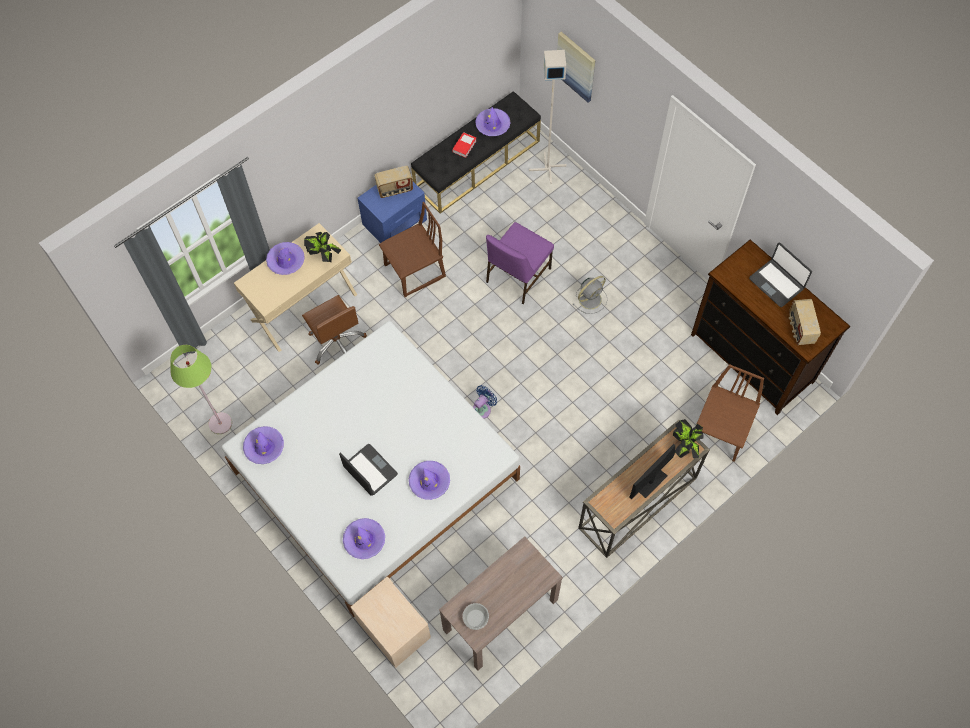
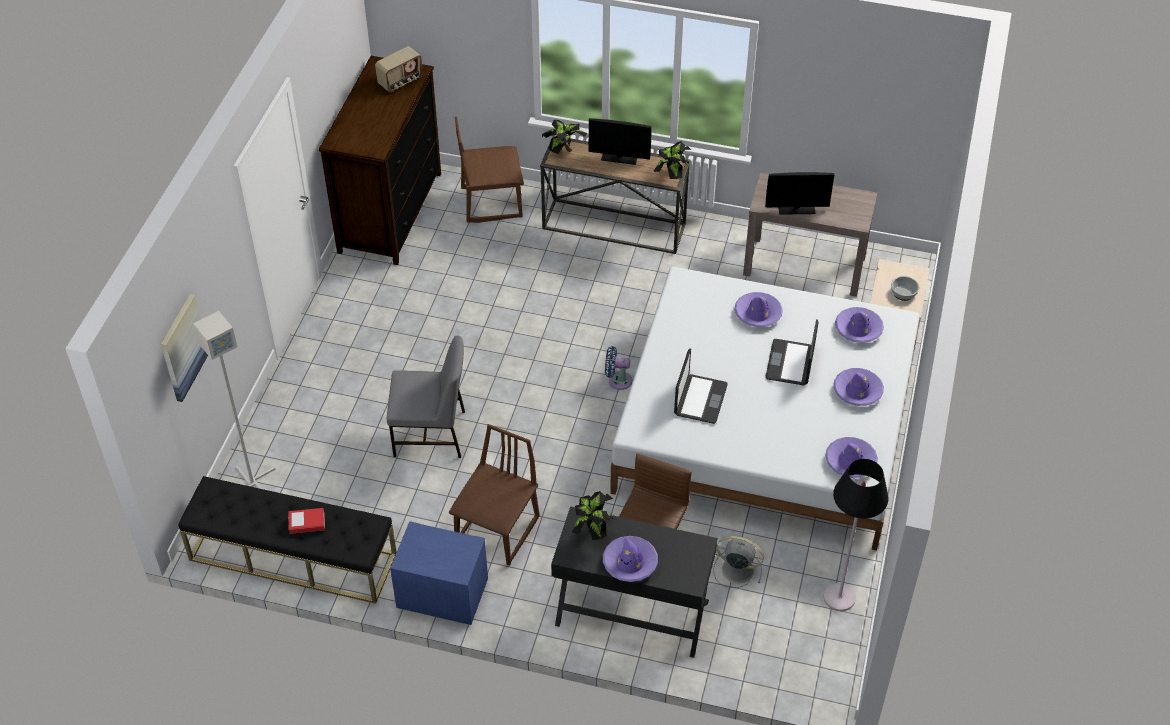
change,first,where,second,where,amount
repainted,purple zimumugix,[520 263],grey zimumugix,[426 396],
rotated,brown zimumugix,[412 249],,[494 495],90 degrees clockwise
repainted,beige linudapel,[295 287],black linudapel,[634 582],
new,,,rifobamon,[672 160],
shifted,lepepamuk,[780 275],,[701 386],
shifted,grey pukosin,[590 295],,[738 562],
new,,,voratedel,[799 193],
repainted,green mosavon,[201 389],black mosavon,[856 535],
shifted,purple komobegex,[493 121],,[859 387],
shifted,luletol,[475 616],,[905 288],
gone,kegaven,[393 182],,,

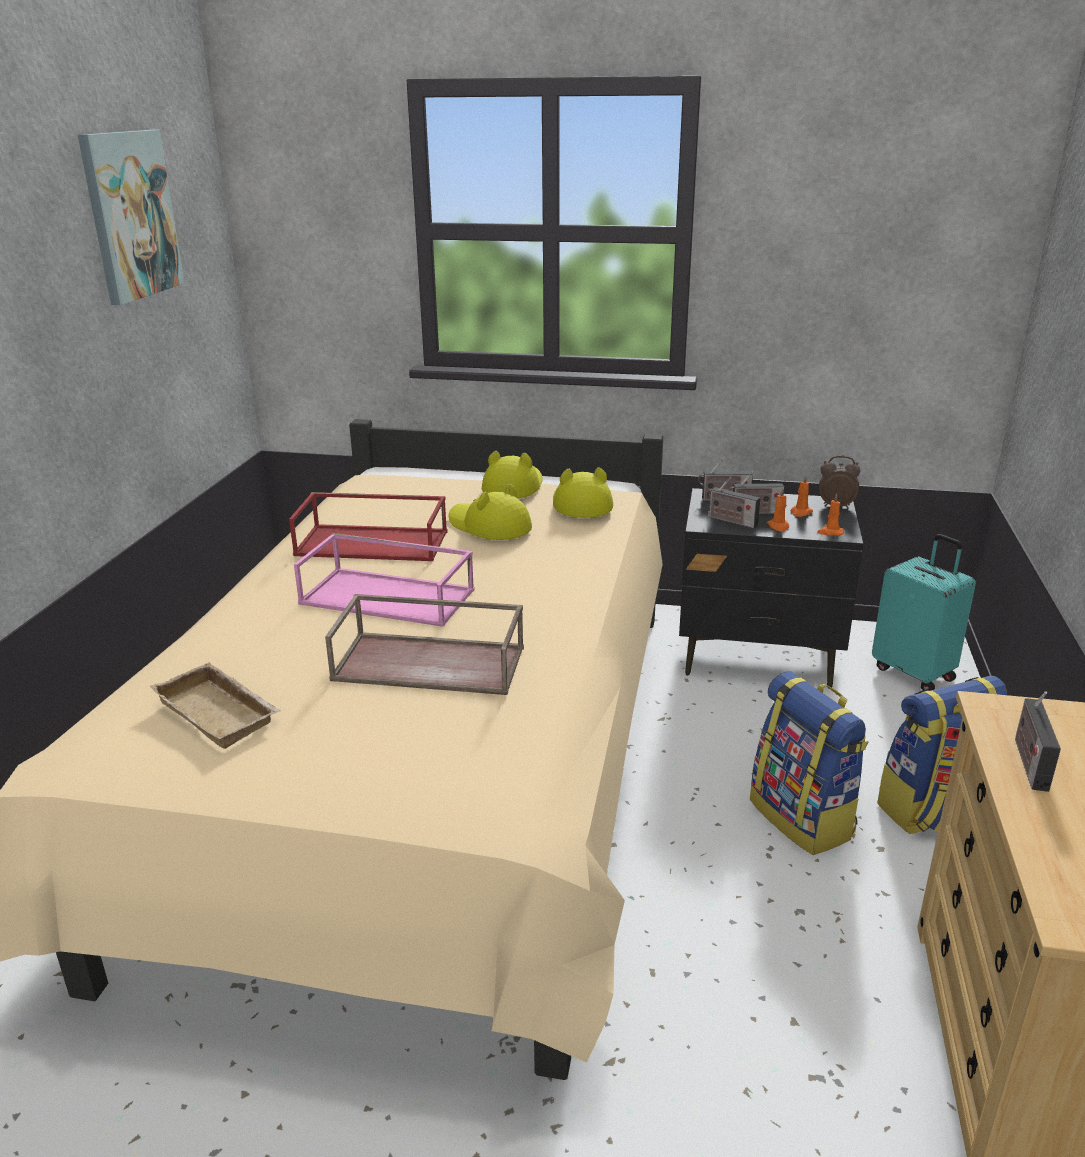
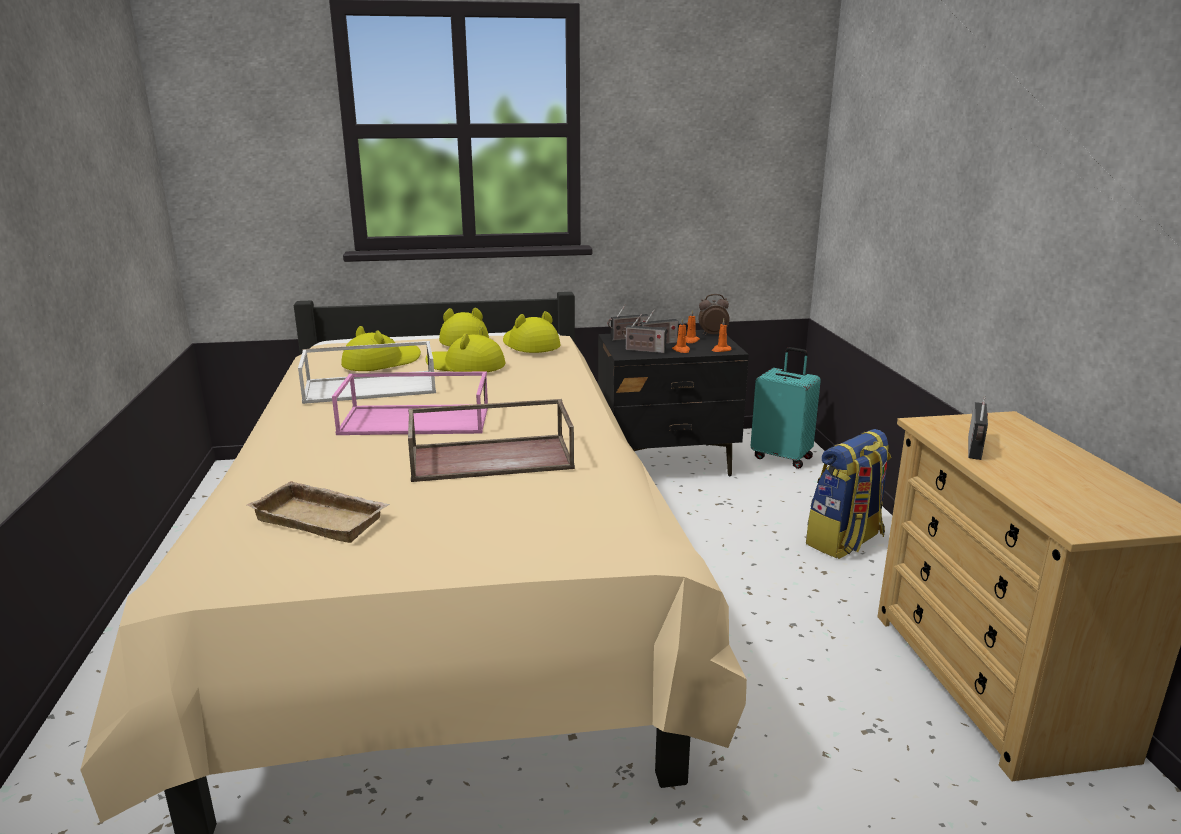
change,first,where,second,where,amount
repainted,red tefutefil,[368 526],white tefutefil,[367 372],
new,,,yellow komobegex,[381 348],
rotated,kegaven,[1038 741],,[978 428],150 degrees counterclockwise
gone,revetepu,[131 217],,,
gone,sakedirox,[809 763],,,

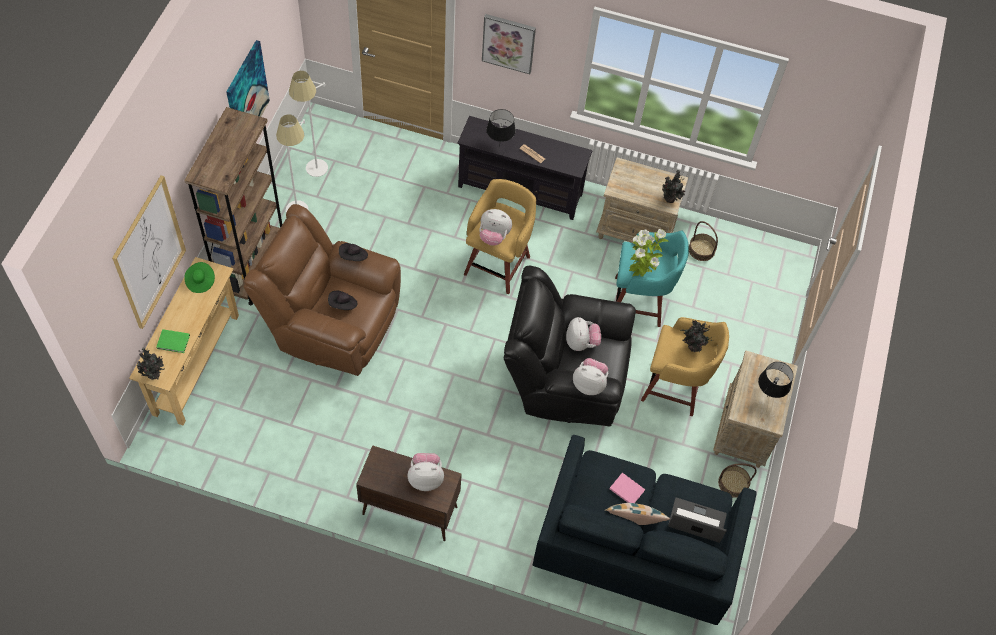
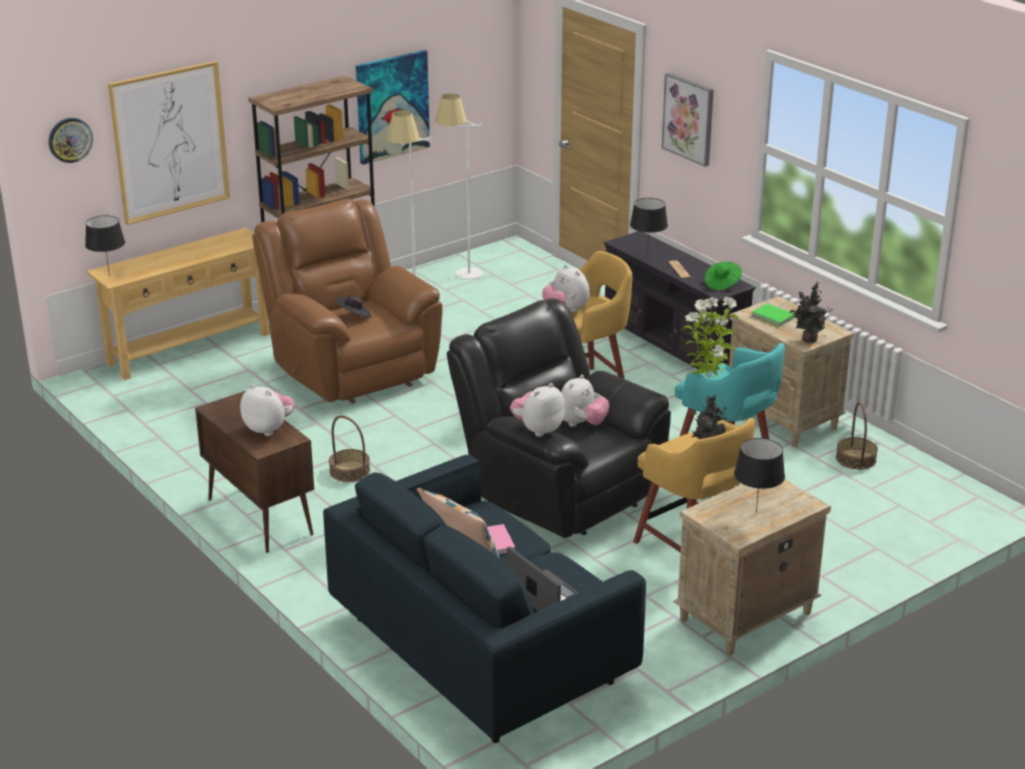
change,first,where,second,where,amount
new,,,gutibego,[70 140],
swapped,rifobamon,[150 363],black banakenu,[105 245],
shifted,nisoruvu,[737 481],,[349 448],
rotated,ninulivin,[590 376],,[537 410],105 degrees counterclockwise
shifted,green komobegex,[199 277],,[723 276],
shifted,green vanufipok,[173 341],,[773 315],
gone,black komobegex,[353 252],,,

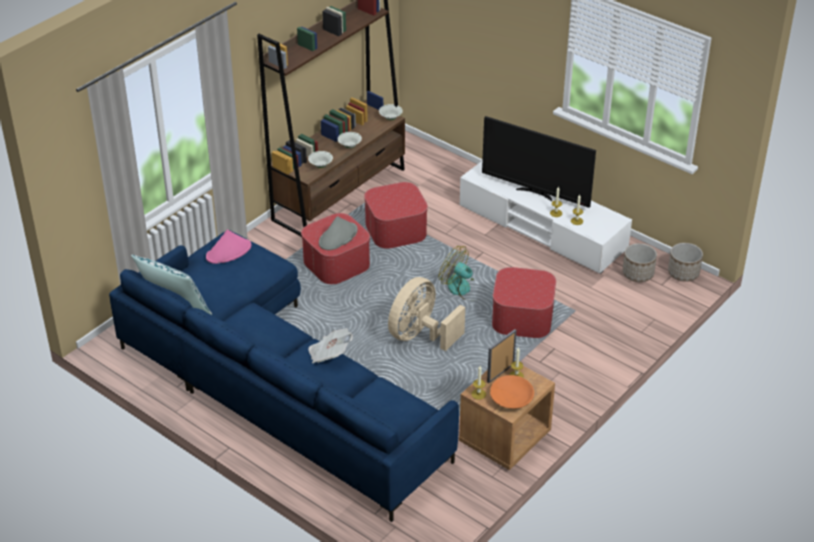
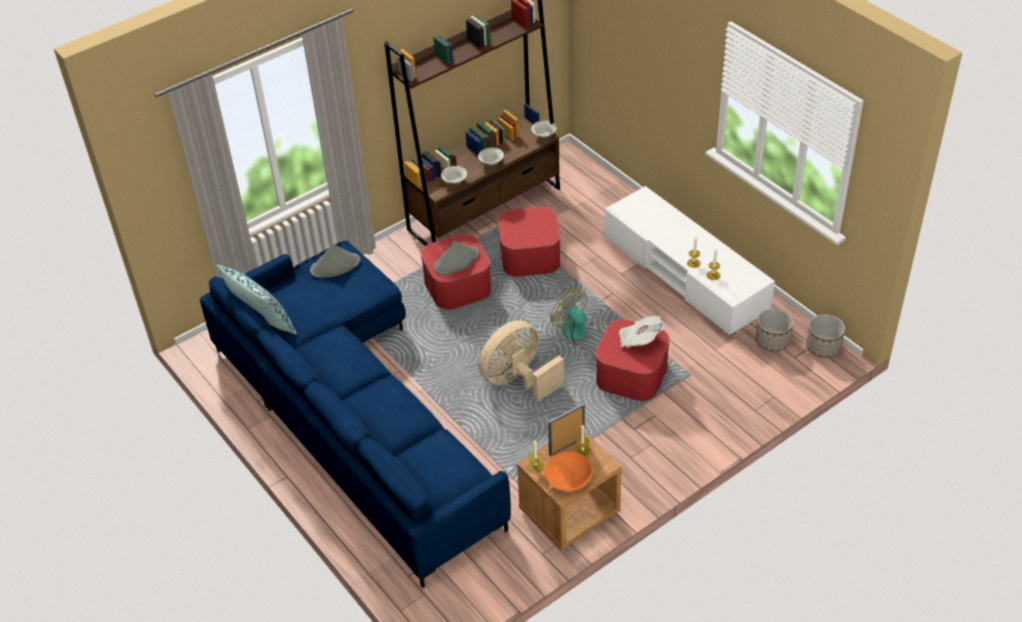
change,first,where,second,where,amount
repainted,pink komobegex,[229 246],grey komobegex,[335 261],
shifted,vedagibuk,[330 345],,[641 331],
gone,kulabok,[539 162],,,

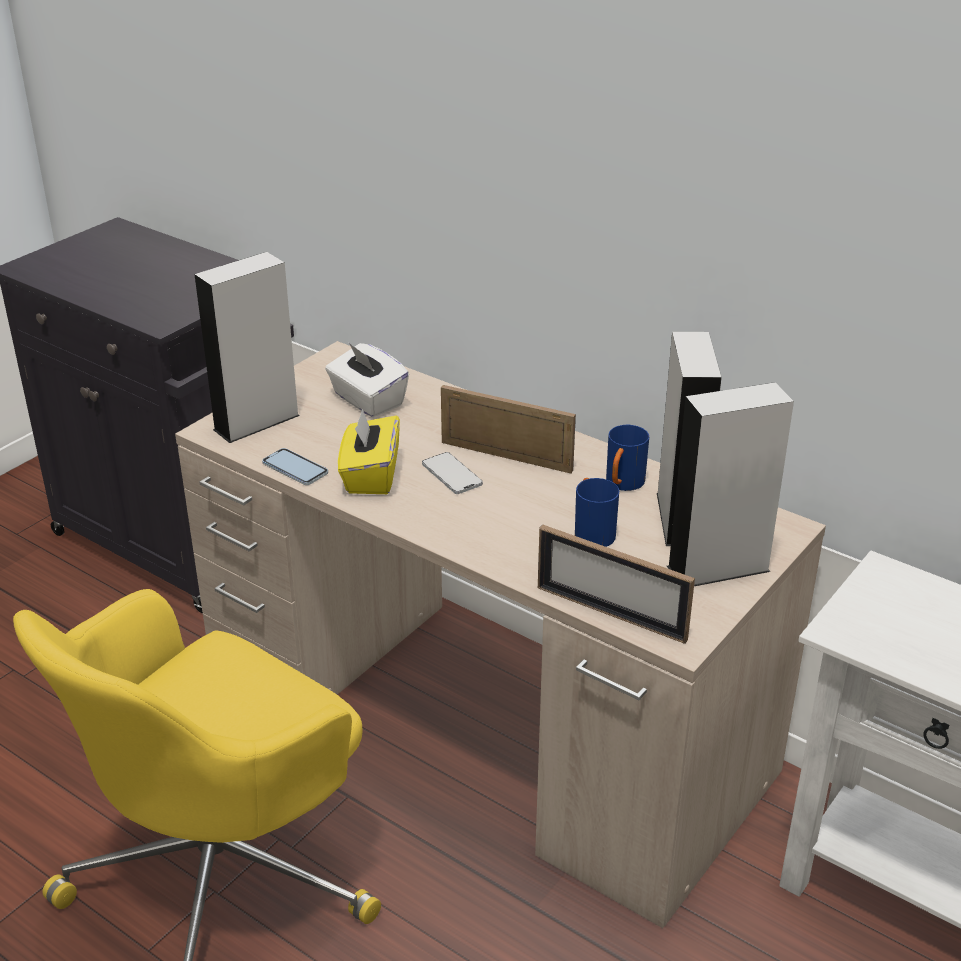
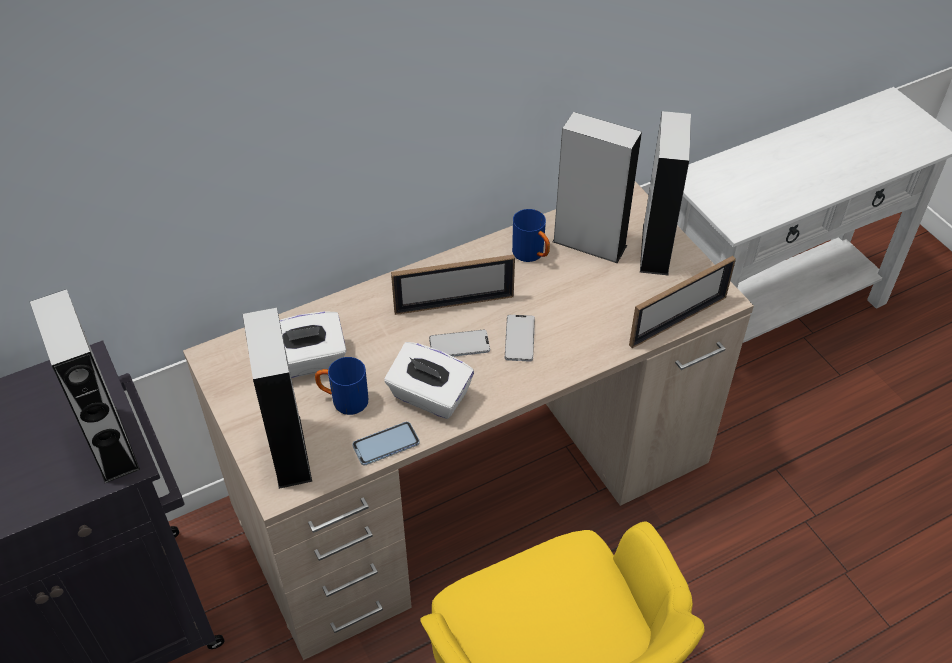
change,first,where,second,where,amount
new,,,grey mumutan,[85 386],
shifted,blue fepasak,[597 512],,[341 386],
repainted,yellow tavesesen,[369 451],white tavesesen,[429 380],
rotated,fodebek,[508 429],,[453 285],150 degrees counterclockwise
new,,,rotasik,[520 338],

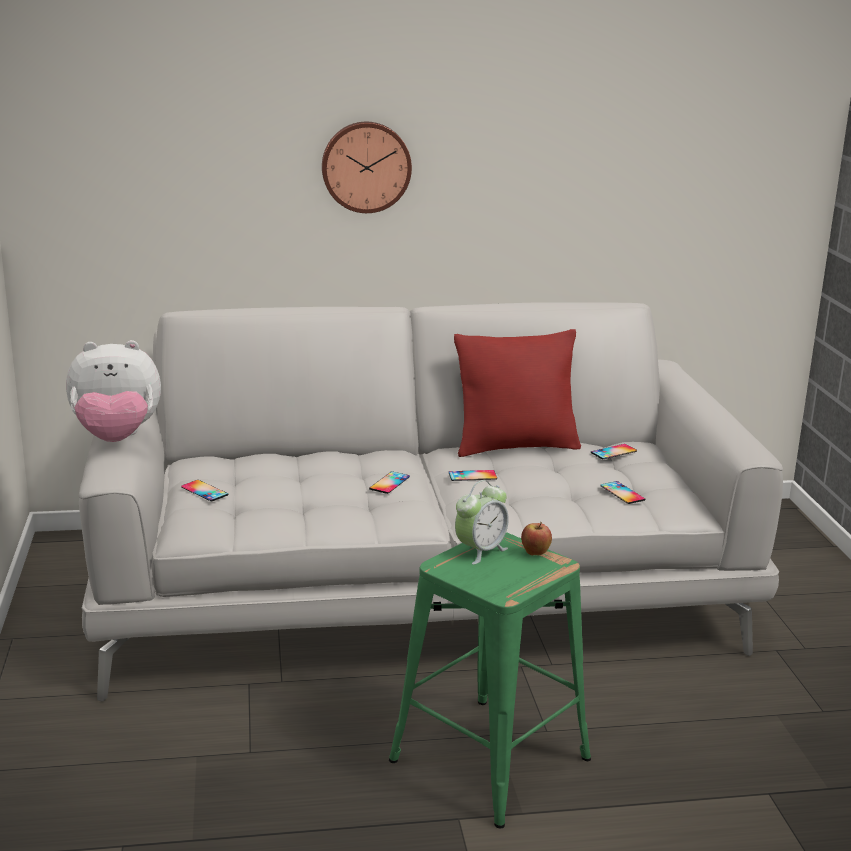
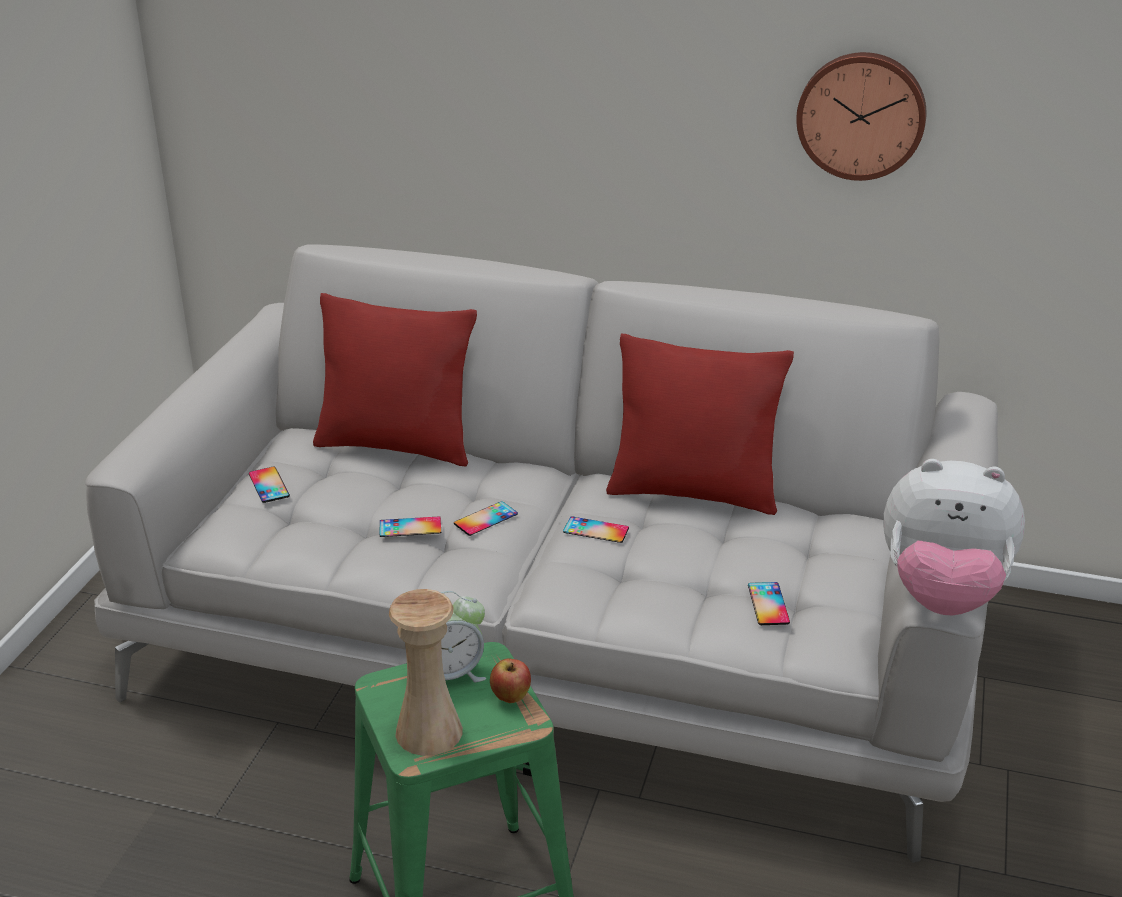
change,first,where,second,where,amount
new,,,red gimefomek,[395 379],
shifted,rotasik,[614 451],,[410 526],
new,,,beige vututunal,[426 672],
shifted,gutibego,[367 167],,[861 116],
shifted,ninulivin,[113 391],,[954 537],

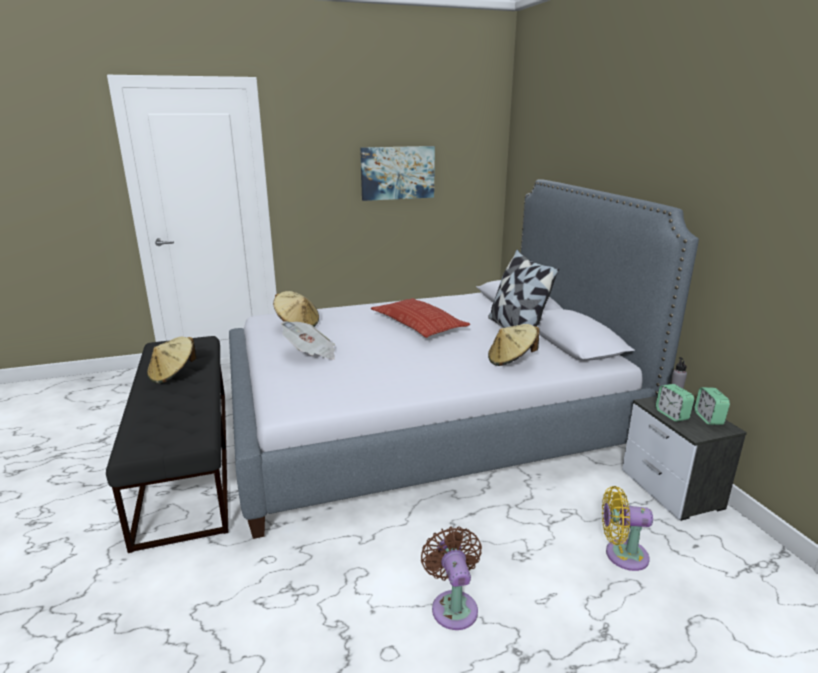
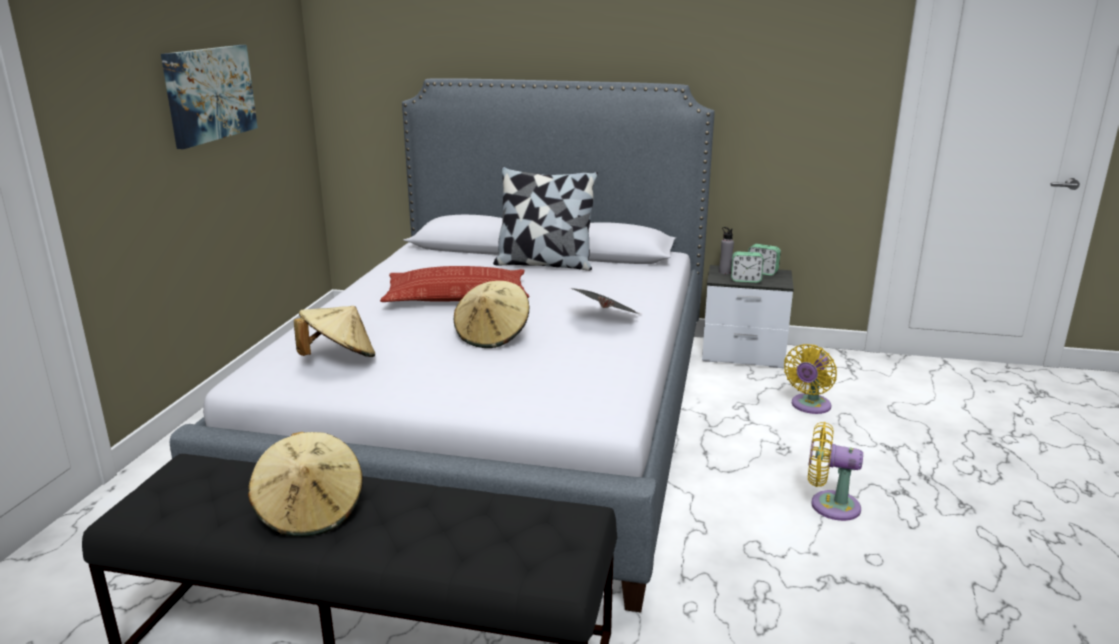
change,first,where,second,where,amount
shifted,beige komobegex,[513 345],,[491 314],
shifted,vedagibuk,[308 340],,[605 301],
repainted,brown pukosin,[451 578],yellow pukosin,[835 471],

